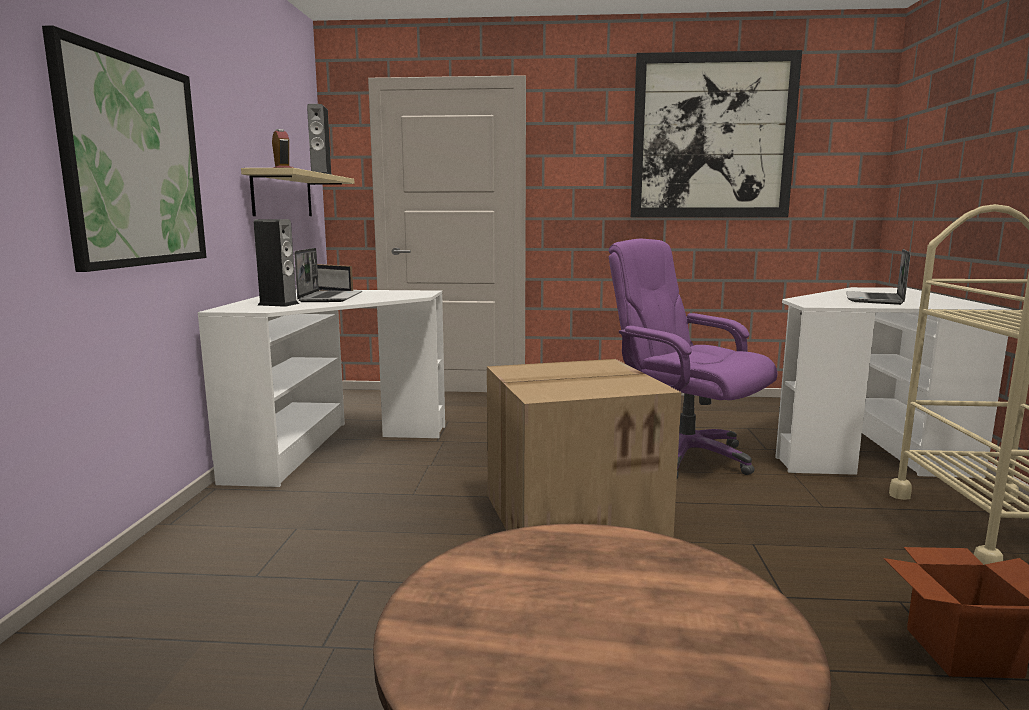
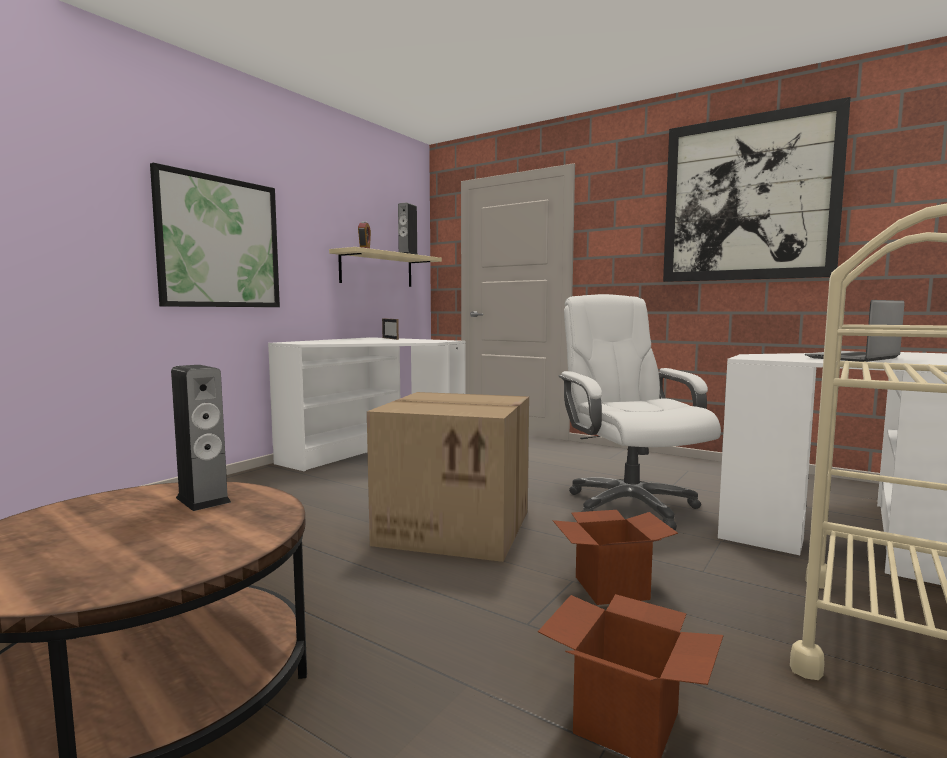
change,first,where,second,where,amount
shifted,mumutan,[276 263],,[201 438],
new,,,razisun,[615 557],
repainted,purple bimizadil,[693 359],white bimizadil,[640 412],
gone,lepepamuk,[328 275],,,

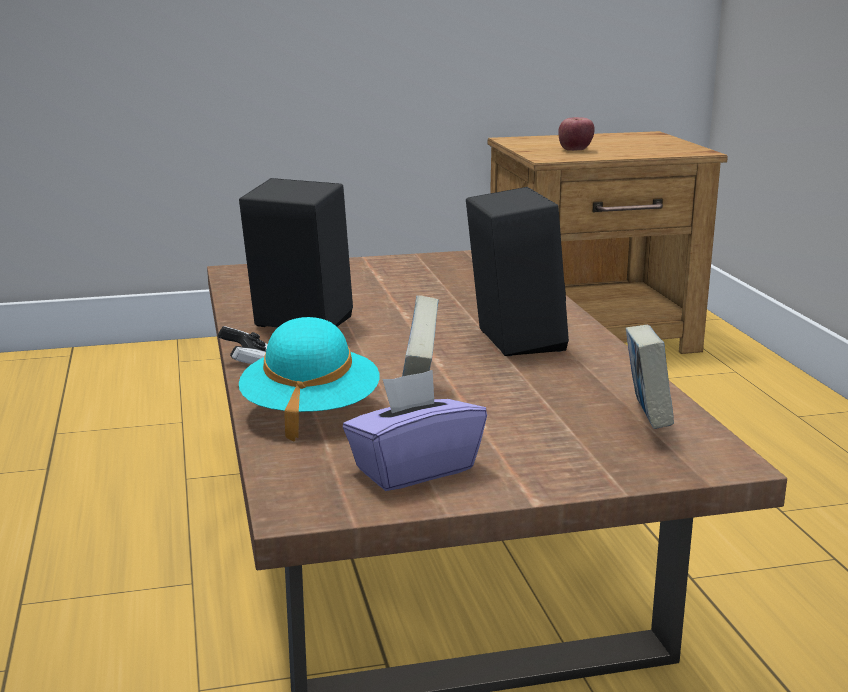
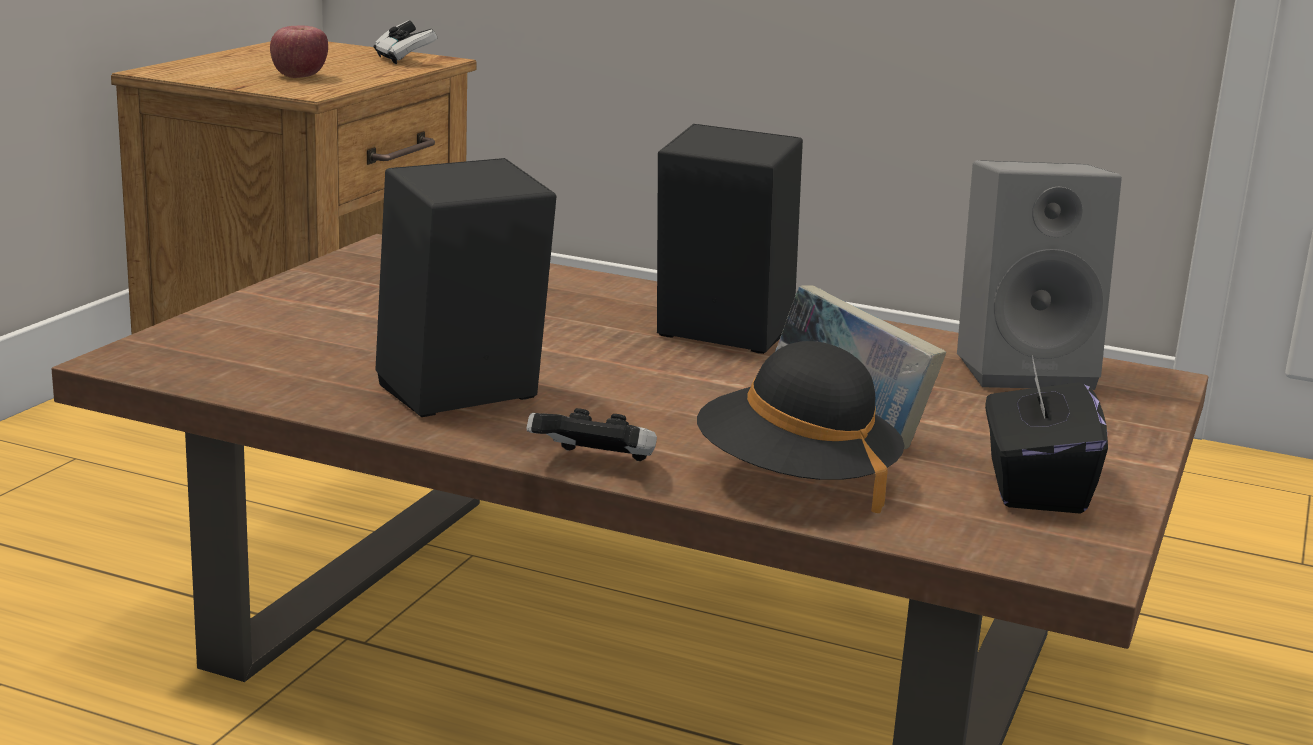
change,first,where,second,where,amount
new,,,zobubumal,[406 42],
repainted,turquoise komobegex,[309 379],black komobegex,[801 427],
swapped,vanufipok,[649 377],grey mumutan,[1039 275],
repainted,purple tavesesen,[415 430],black tavesesen,[1046 434],

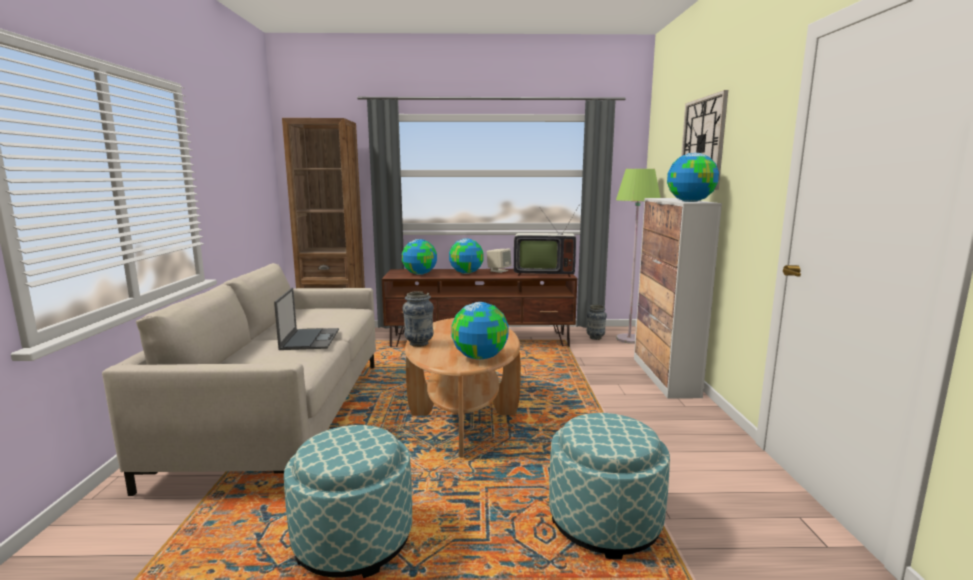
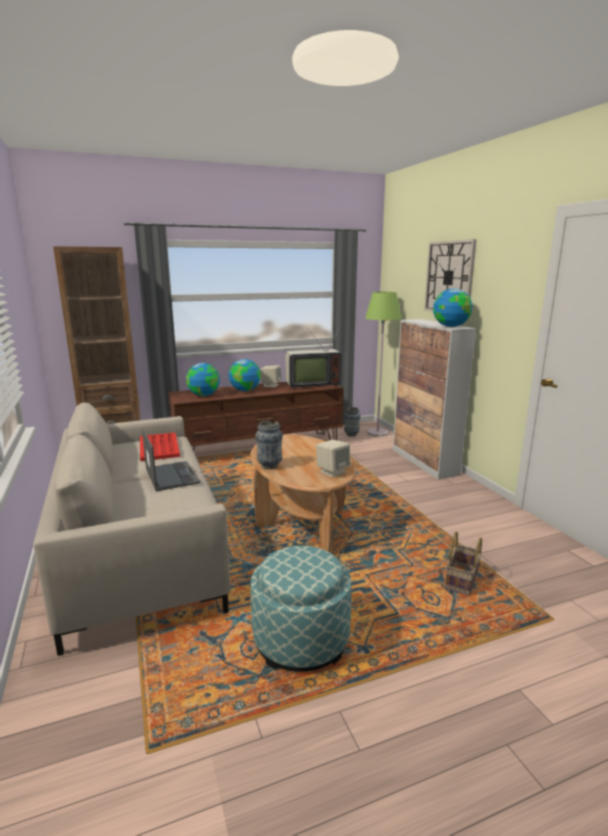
change,first,where,second,where,amount
new,,,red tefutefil,[160 447],
swapped,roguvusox,[479 331],beige mumutan,[333 459],
swapped,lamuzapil,[609 486],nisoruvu,[463 563],

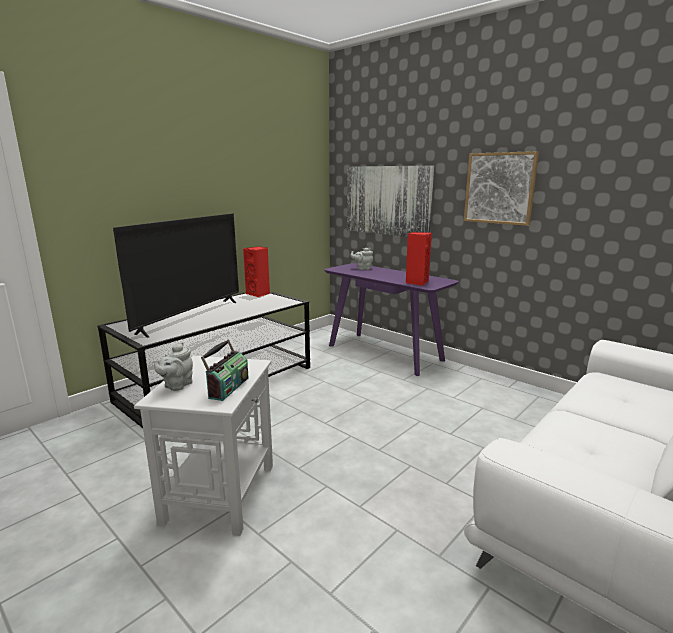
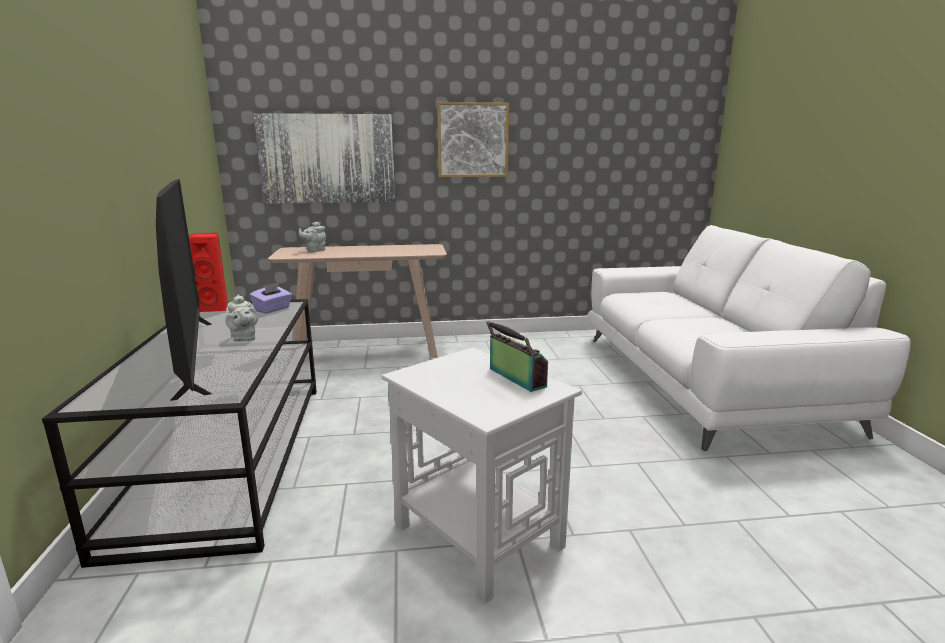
change,first,where,second,where,amount
shifted,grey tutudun,[173 366],,[241 318],
new,,,purple tavesesen,[270 298],
repainted,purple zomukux,[391 319],beige zomukux,[357 301],
gone,red mumutan,[418 259],,,

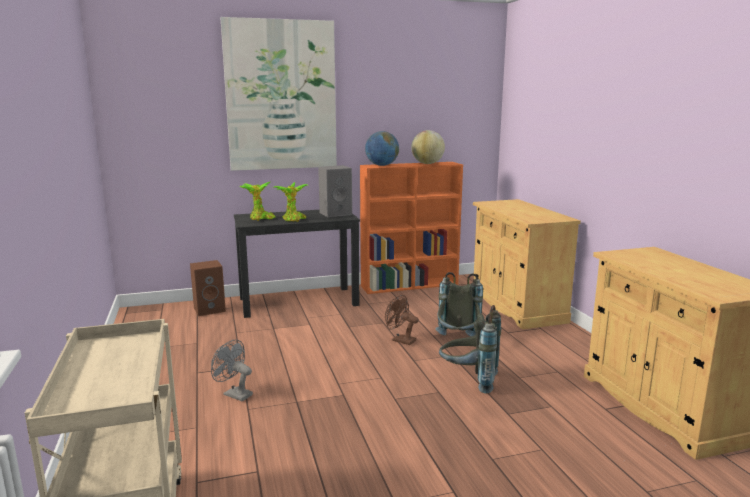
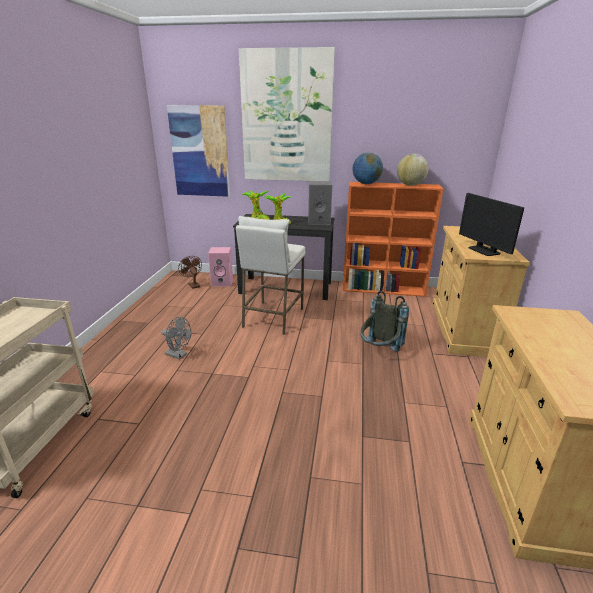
change,first,where,second,where,amount
rotated,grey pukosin,[232 370],,[176 338],150 degrees clockwise
new,,,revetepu,[198 151],
shifted,brown pukosin,[402 320],,[190 272],
repainted,brown mumutan,[208 288],pink mumutan,[220 267],
new,,,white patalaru,[270 275],
new,,,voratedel,[491 224],
gone,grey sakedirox,[470 349],,,

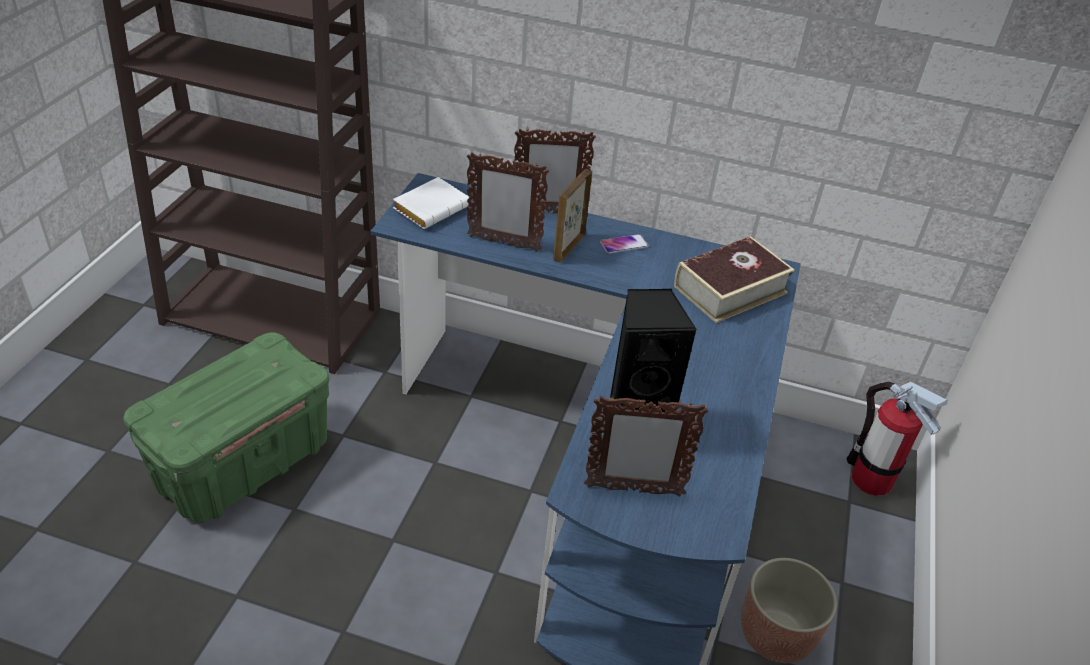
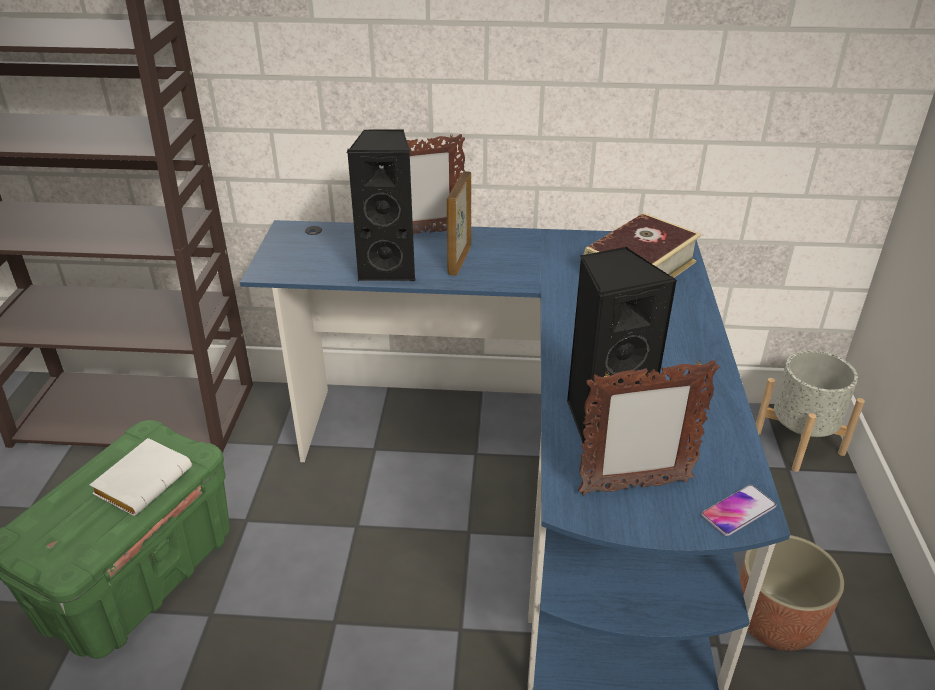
change,first,where,second,where,amount
shifted,white vanufipok,[431 203],,[141 477],
swapped,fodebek,[508 202],black mumutan,[381 205],
shifted,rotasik,[624 244],,[738 510],
swapped,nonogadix,[897 439],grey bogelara,[810 411],

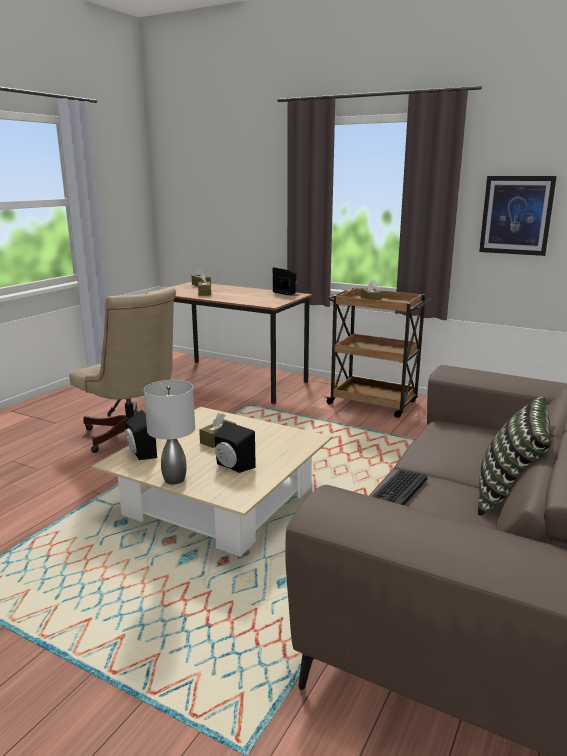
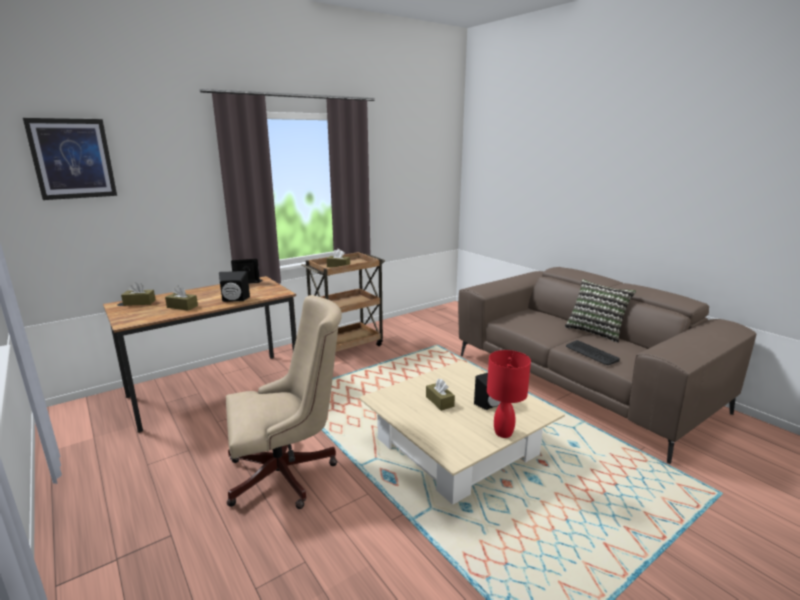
change,first,where,second,where,amount
shifted,revetepu,[518 216],,[70 159],
shifted,black mumutan,[141 435],,[234 286],
repainted,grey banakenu,[169 432],red banakenu,[509 394],

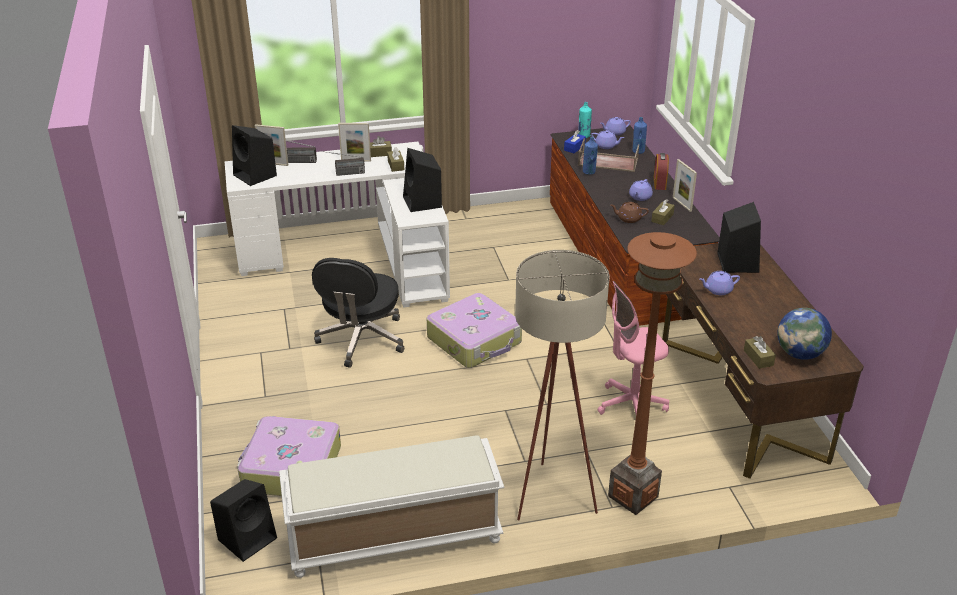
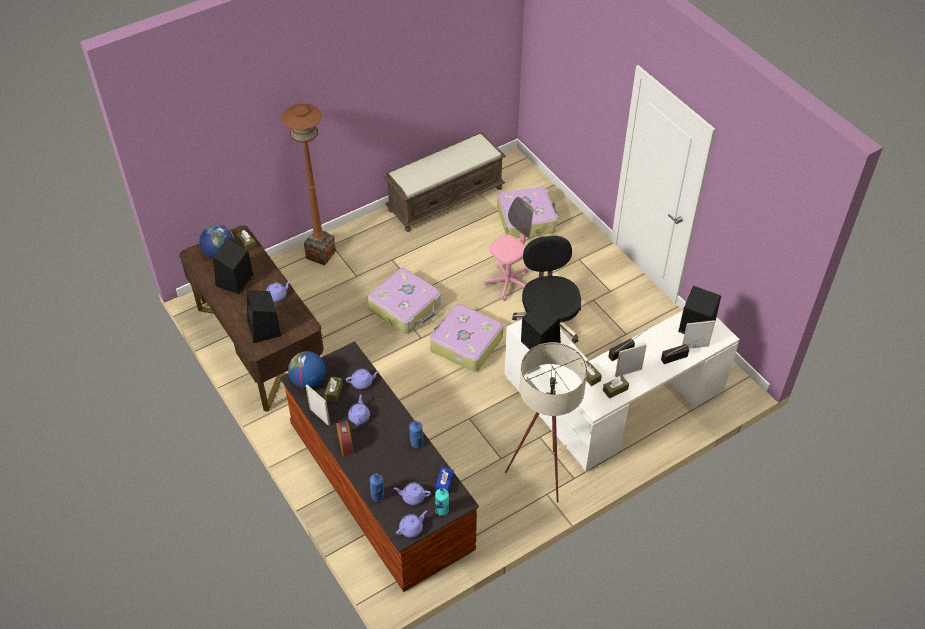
change,first,where,second,where,amount
shifted,black mumutan,[243 520],,[233 266],
new,,,roguvusox,[307 369],
repainted,brown tutudun,[630 212],purple tutudun,[362 379],
new,,,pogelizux,[404 301],
repainted,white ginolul,[391 507],brown ginolul,[445 182],
shifted,pink bimizadil,[633 348],,[509 249],
shifted,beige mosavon,[562 385],,[546 422],
gone,brown tefutefil,[608 155],,,

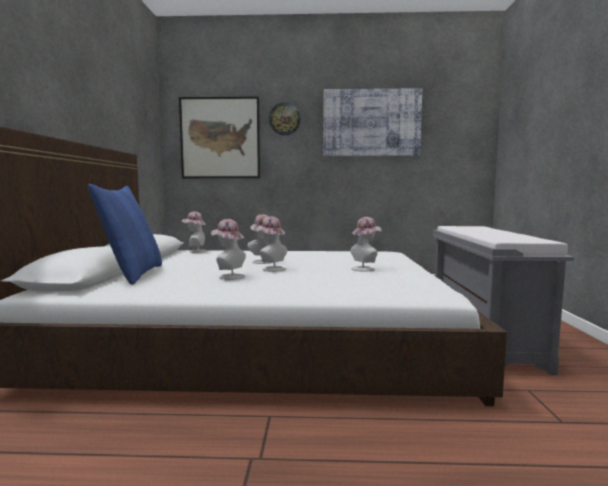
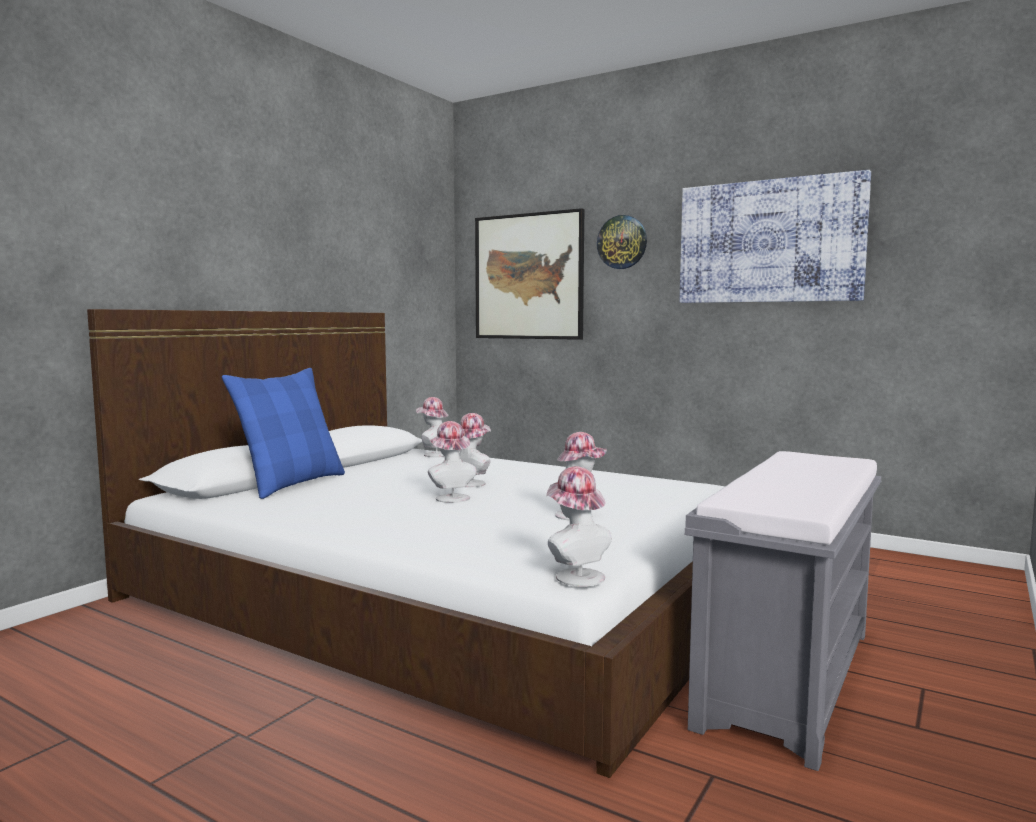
change,first,where,second,where,amount
shifted,komobegex,[228 249],,[579 526],

